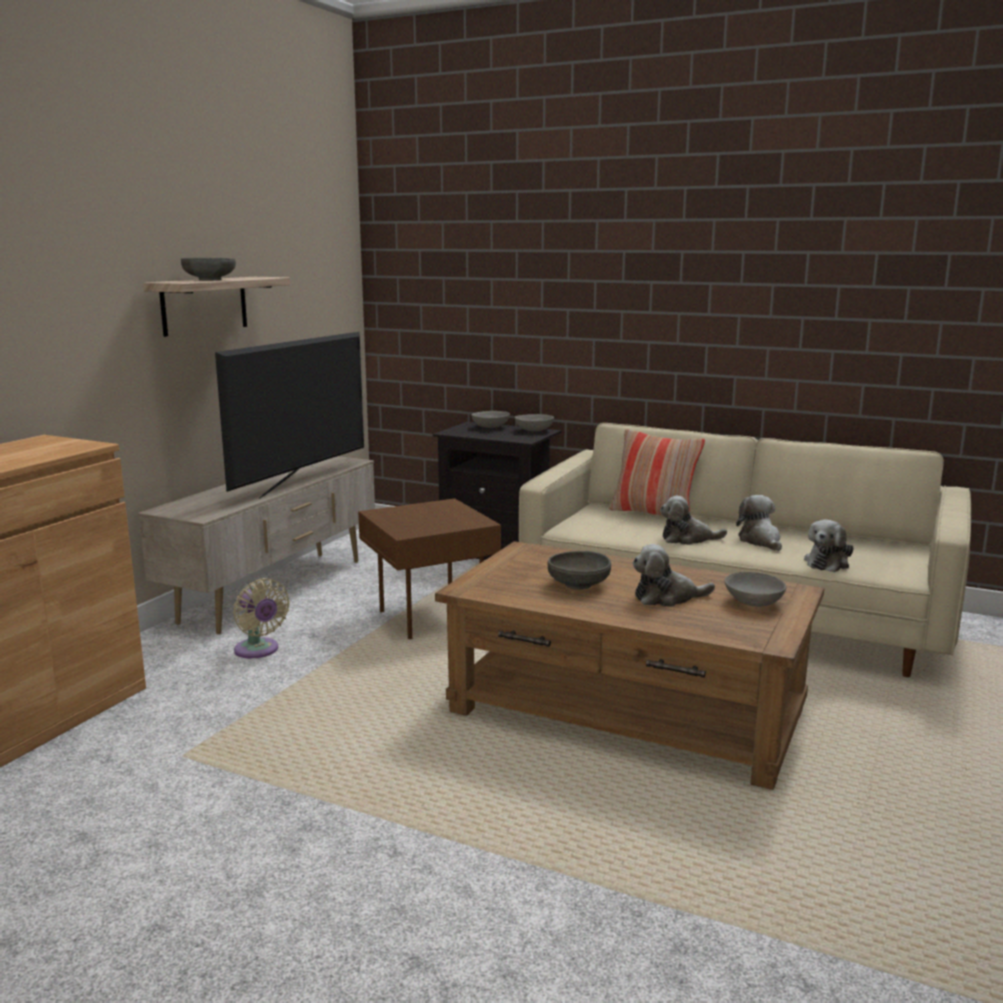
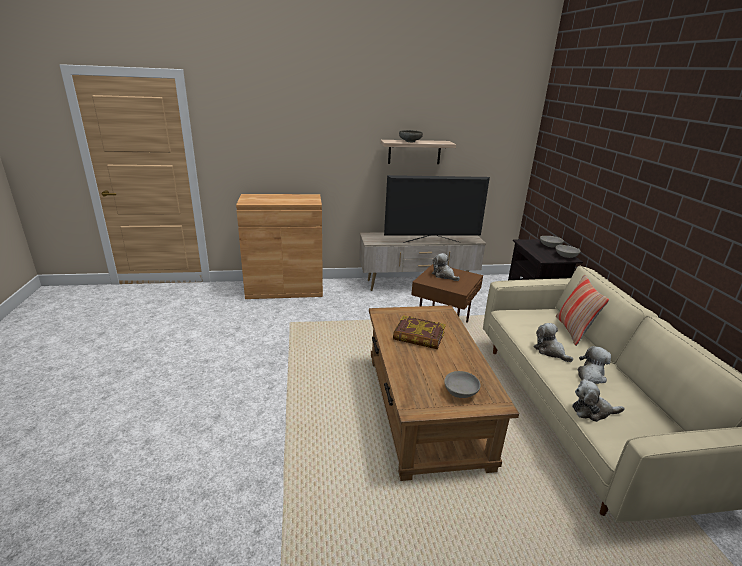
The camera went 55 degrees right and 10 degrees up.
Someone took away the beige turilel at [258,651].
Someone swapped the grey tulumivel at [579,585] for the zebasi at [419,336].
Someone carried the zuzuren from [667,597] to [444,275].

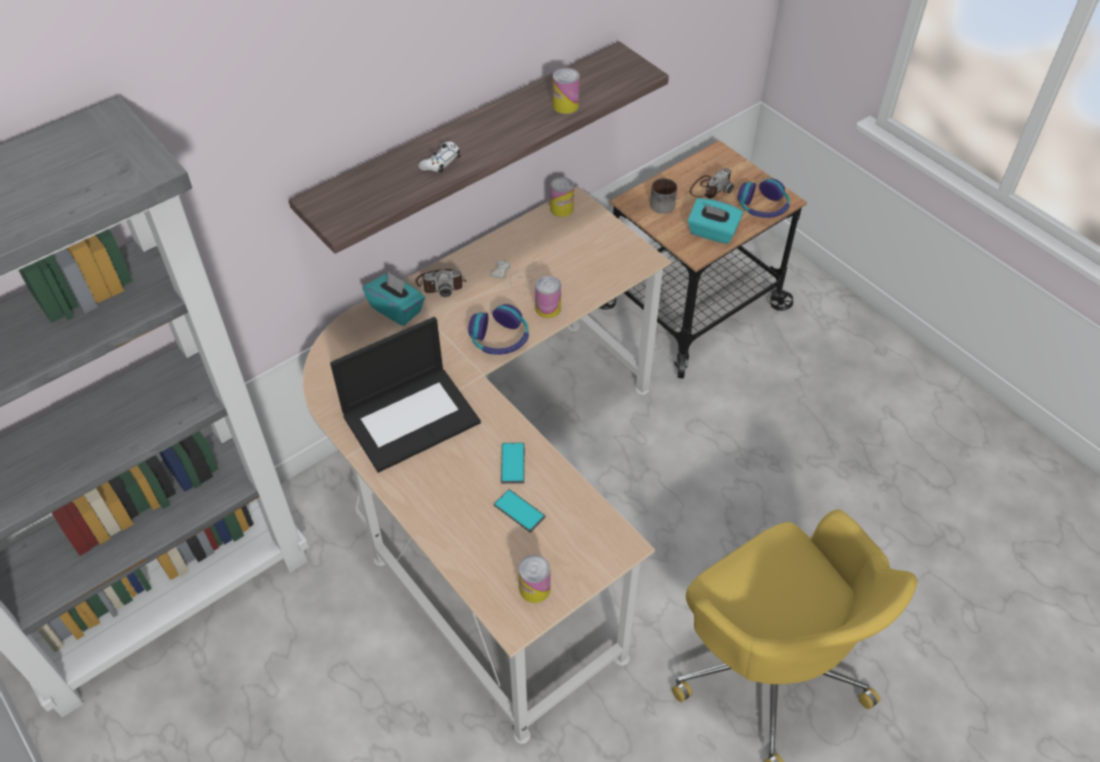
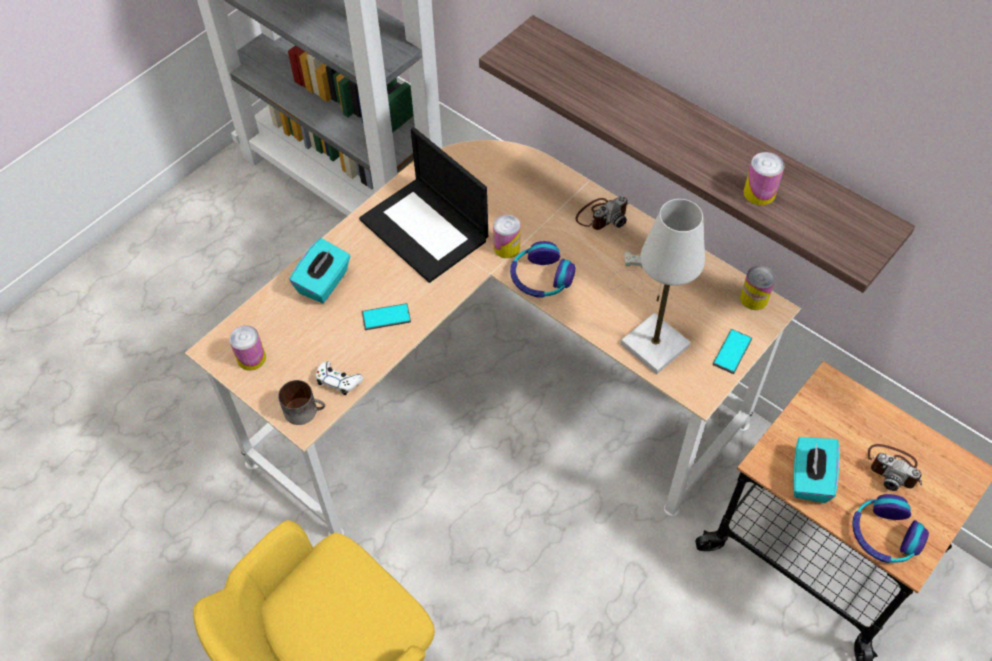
The camera went 80 degrees right and 5 degrees up.
Someone carried the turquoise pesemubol from [397,309] to [324,283].
Someone rotated the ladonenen at [441,283] by 105 degrees counterclockwise.
Someone carried the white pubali from [440,162] to [338,380].
Someone carried the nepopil from [519,511] to [732,352].
Someone carried the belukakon from [548,308] to [507,247].
Someone carried the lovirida from [662,202] to [305,410].
Someone put down the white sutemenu at [654,345].

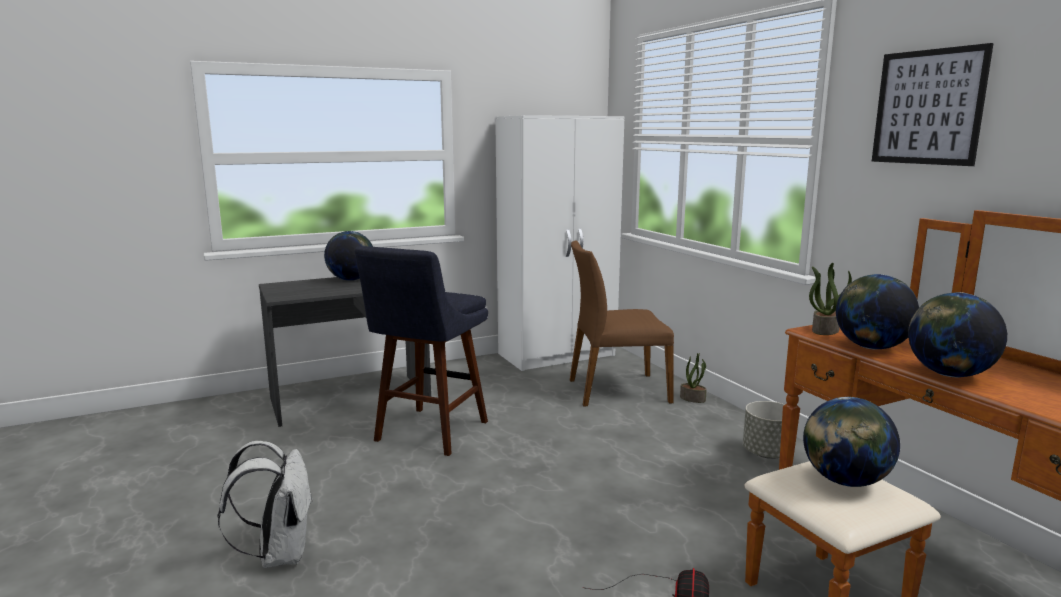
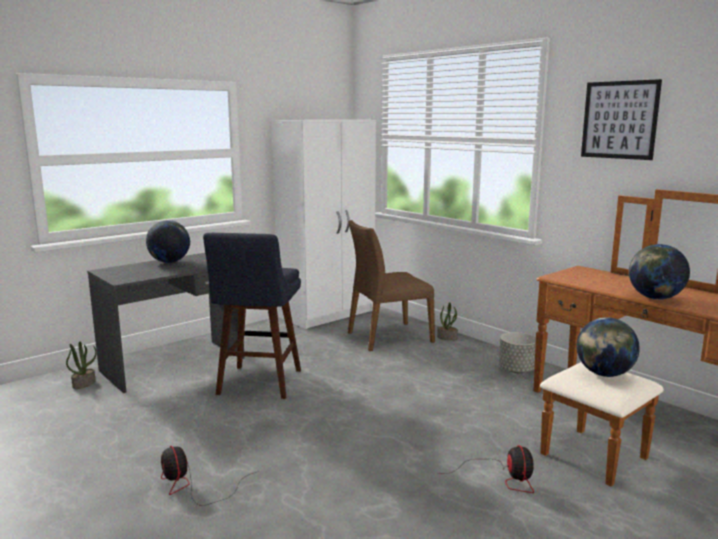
The camera went 15 degrees left and 0 degrees up.
Someone swapped the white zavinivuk at [279,554] for the turilel at [192,487].
Someone carried the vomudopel from [825,330] to [84,384].
Someone took away the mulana at [871,347].

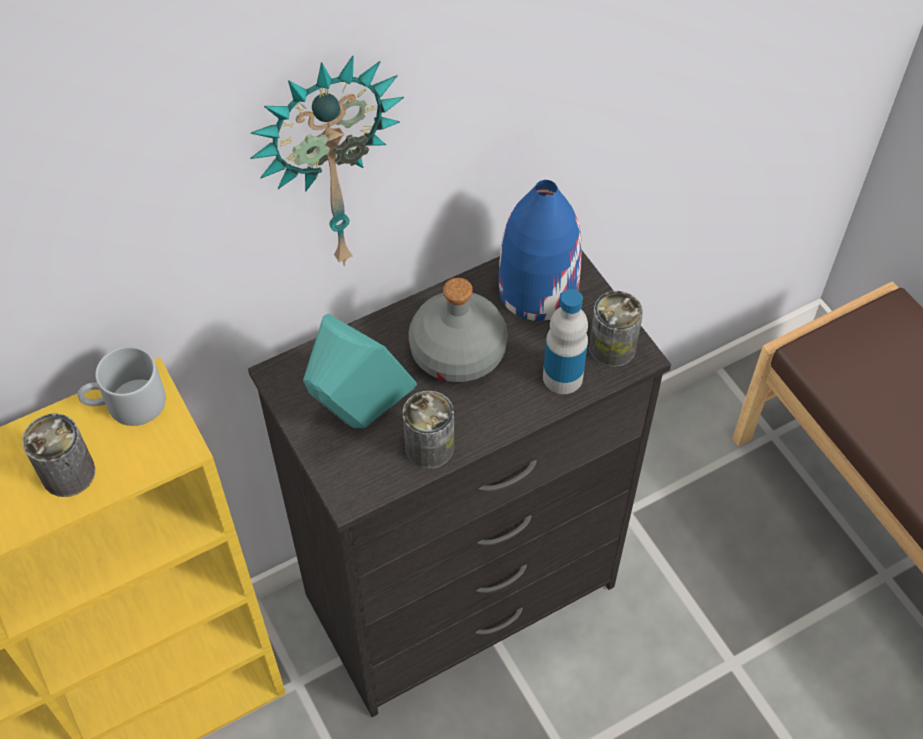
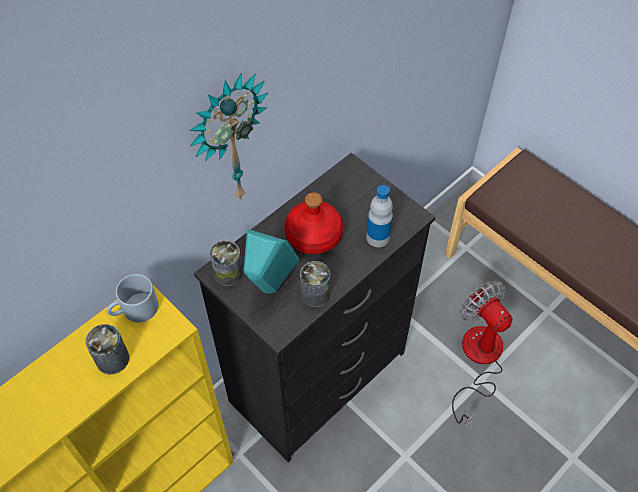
The camera went 15 degrees left and 0 degrees up.
Someone repainted the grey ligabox at [457,352], which became the red ligabox at [313,236].
Someone took away the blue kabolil at [537,290].
Someone carried the belukakon from [612,347] to [228,273].
Someone put down the turilel at [478,359].

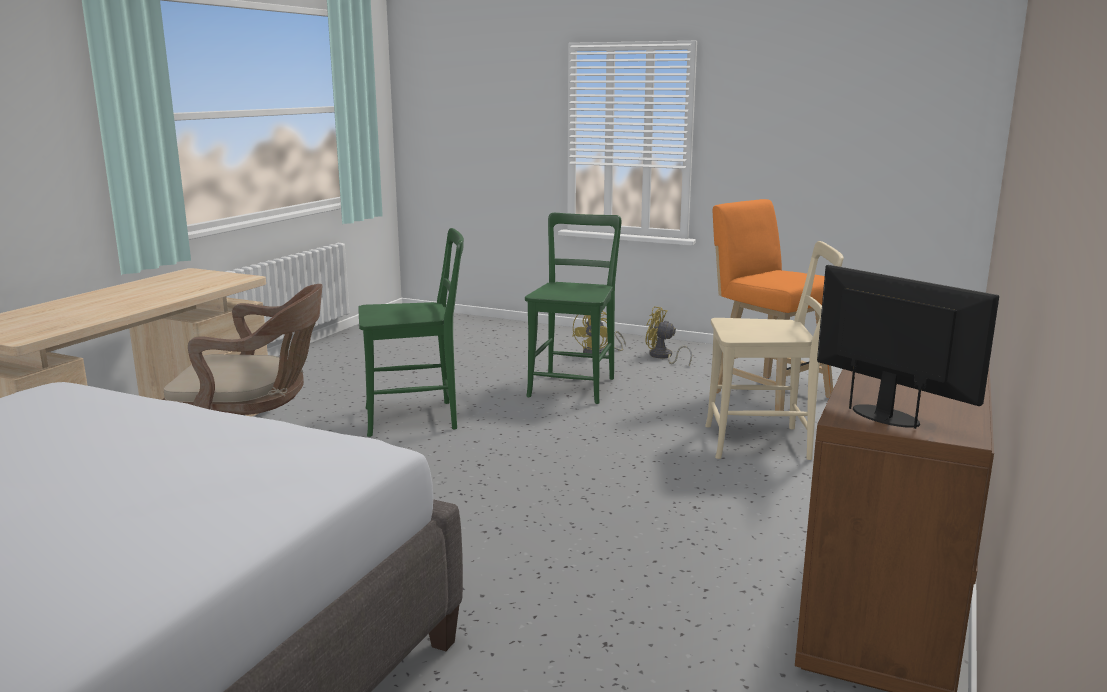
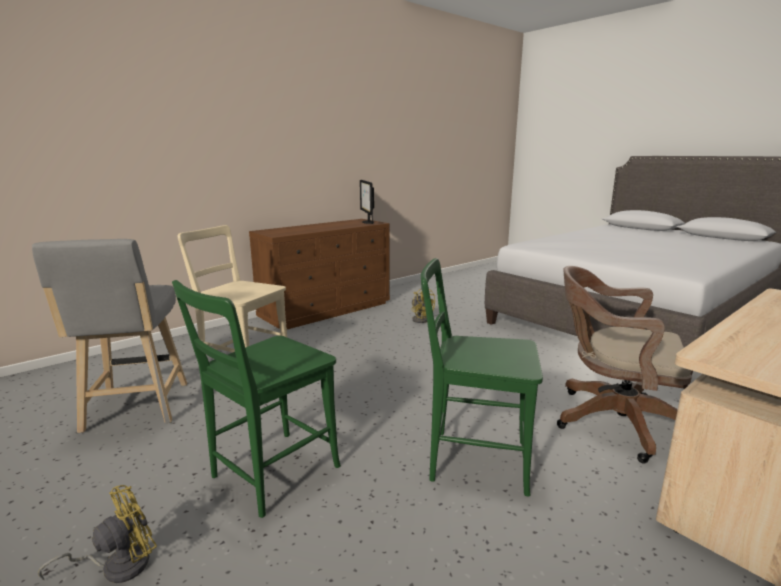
The camera went 155 degrees left and 0 degrees up.
Someone carried the yellow turilel from [663,357] to [420,319].
Someone repainted the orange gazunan at [767,393], which became the grey gazunan at [135,410].

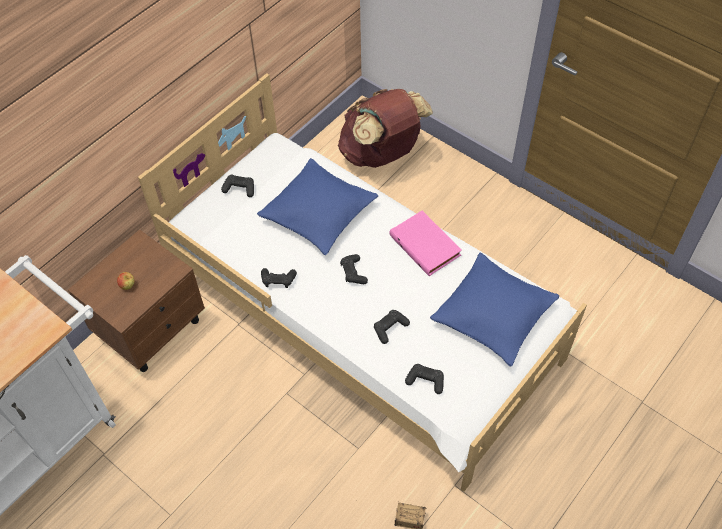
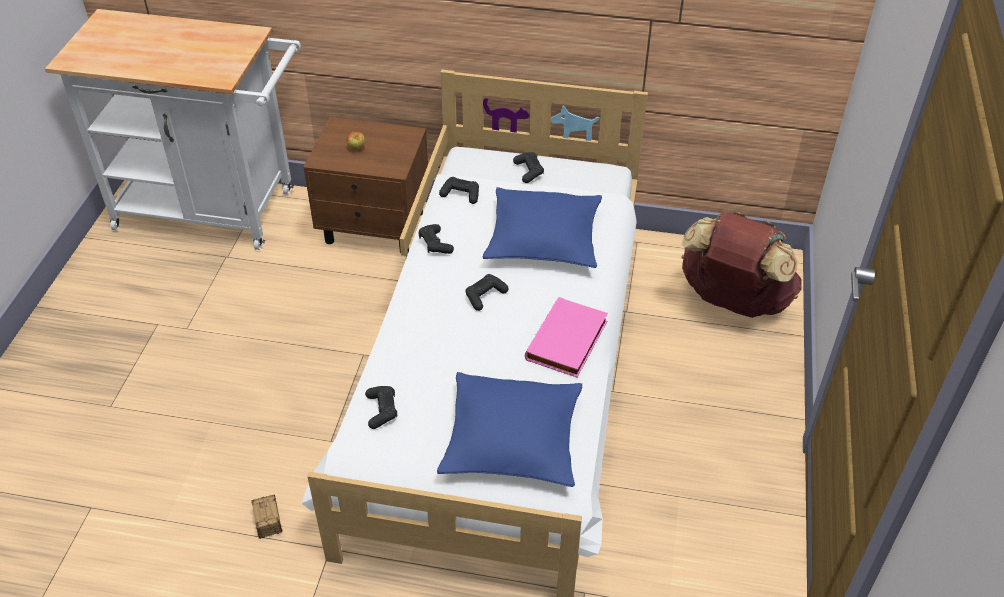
The camera went 60 degrees right and 10 degrees down.
Someone carried the black pubali from [390,328] to [461,195].

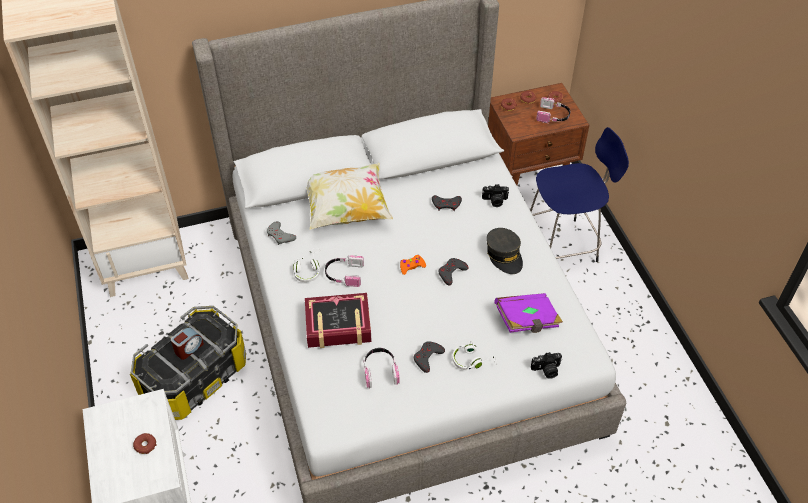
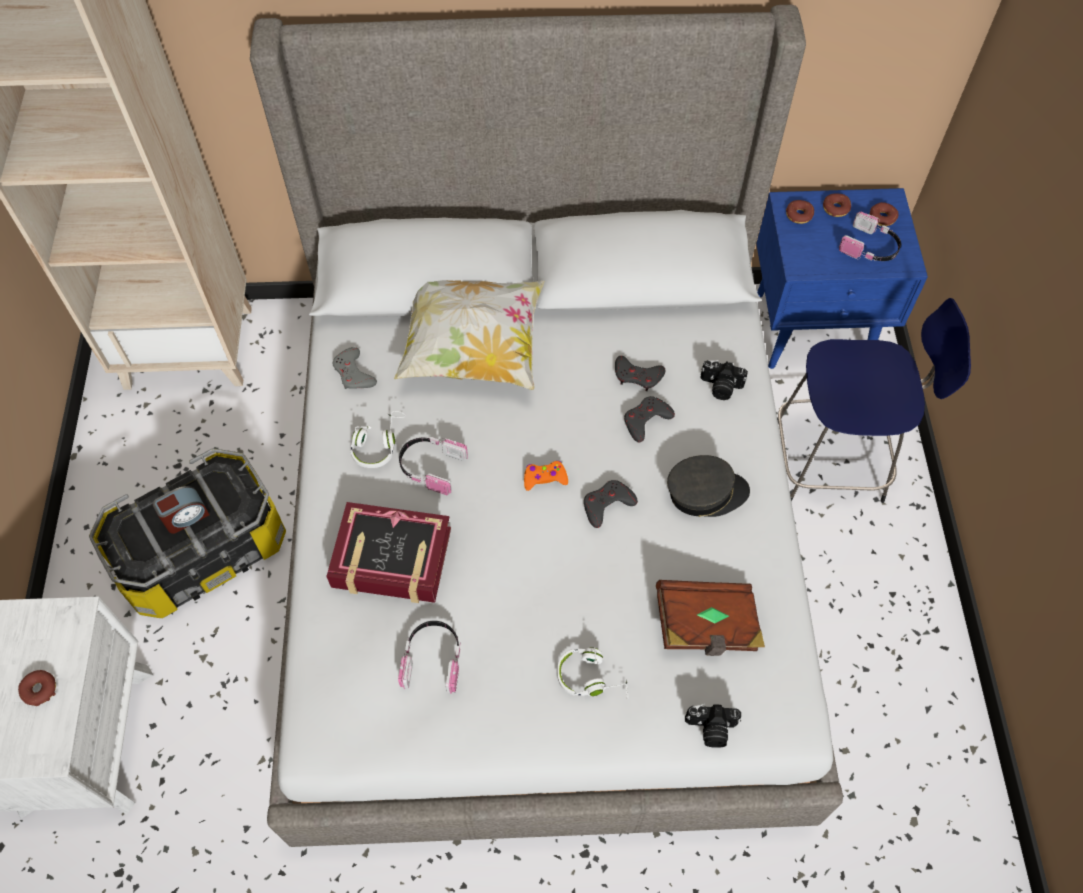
The camera went 15 degrees right and 10 degrees up.
Someone carried the grey pubali from [427,357] to [646,420].
Someone rotated the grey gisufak at [504,255] by 90 degrees counterclockwise.
Someone repainted the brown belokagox at [529,177], which became the blue belokagox at [814,329].
Someone repainted the purple zebasi at [527,321], which became the brown zebasi at [706,626].

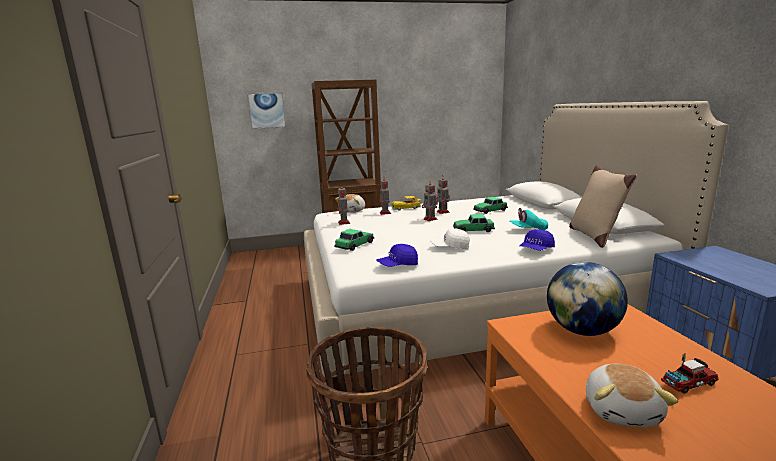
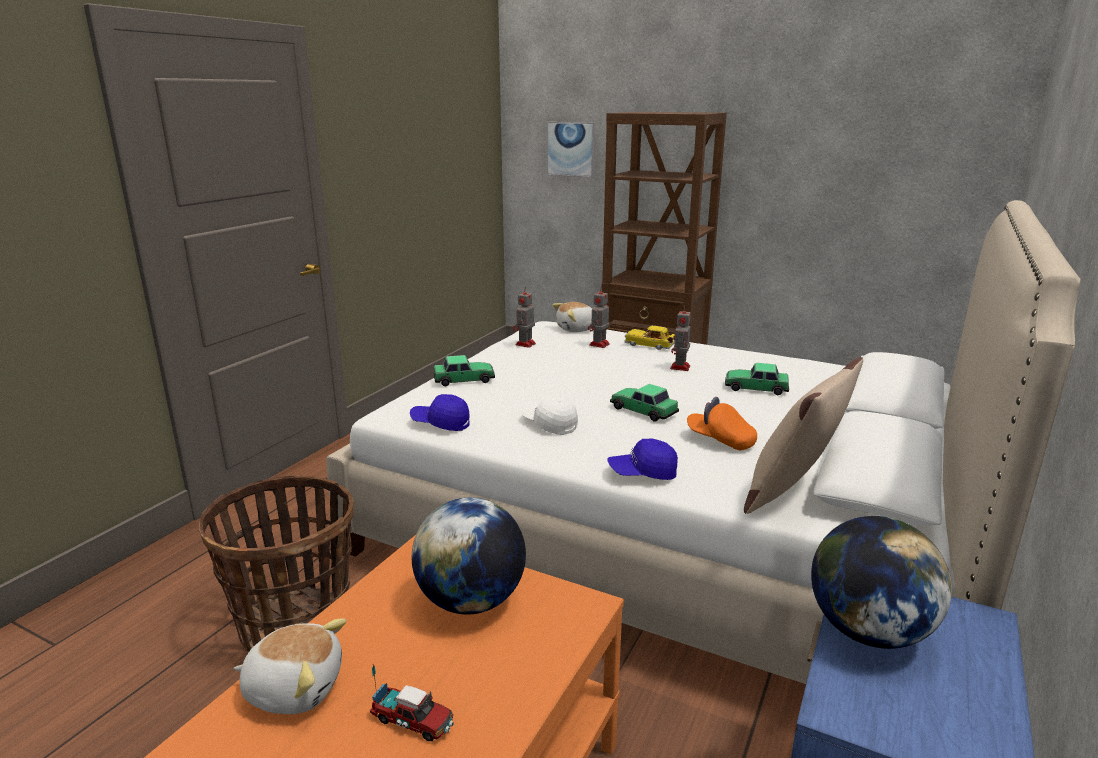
The camera went 40 degrees right and 5 degrees up.
Someone took away the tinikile at [430,219].
Someone repainted the turquoise gisufak at [528,230], which became the orange gisufak at [720,440].
Someone rotated the zuzuren at [622,410] by 135 degrees counterclockwise.
Someone put down the mulana at [868,631].

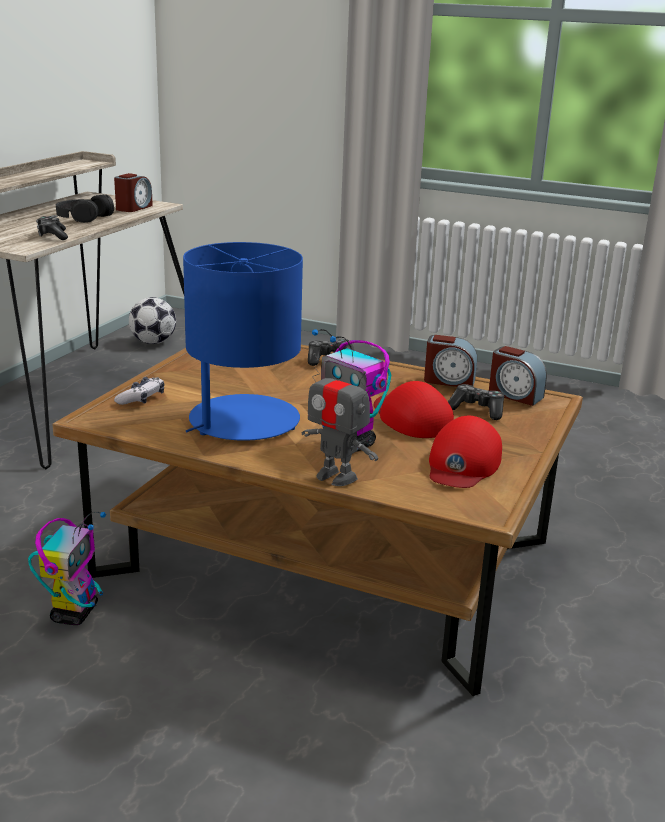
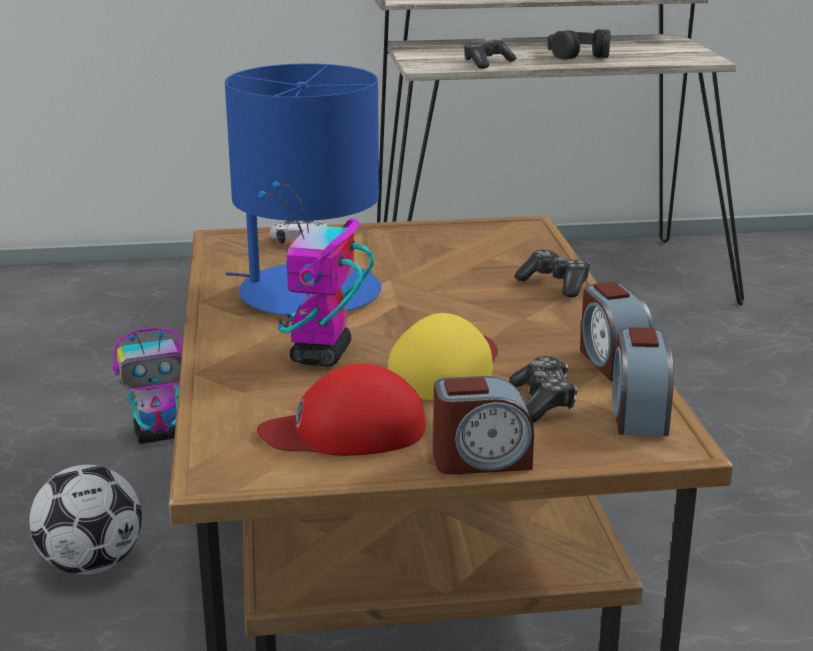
The camera went 60 degrees right and 0 degrees up.
Someone carried the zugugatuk from [133,208] to [481,460].
Someone carried the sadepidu from [153,342] to [91,564].
Someone took away the tinikile at [336,476].
Someone repainted the red gisufak at [411,418], which became the yellow gisufak at [446,369].

